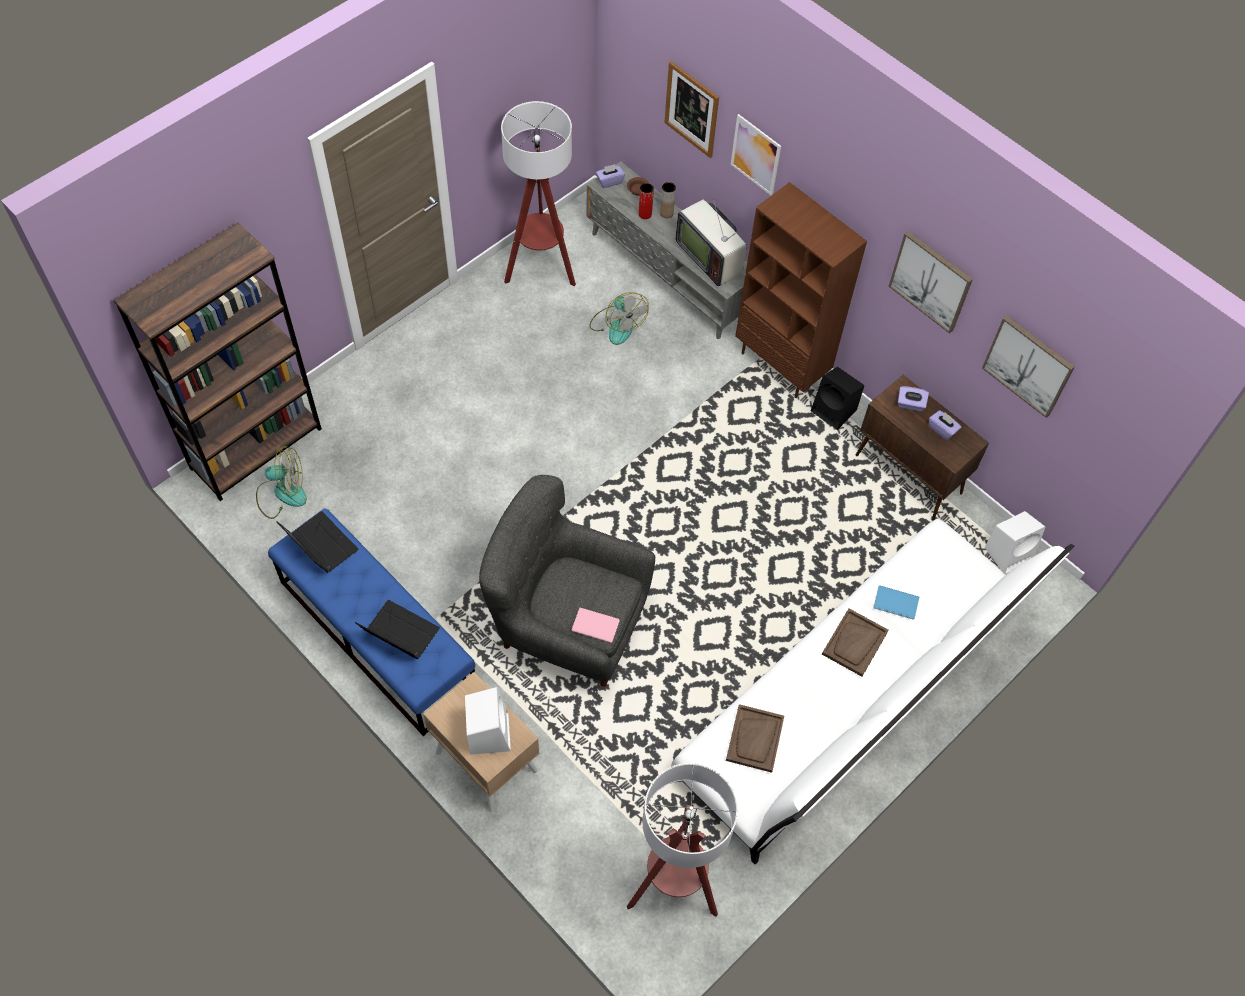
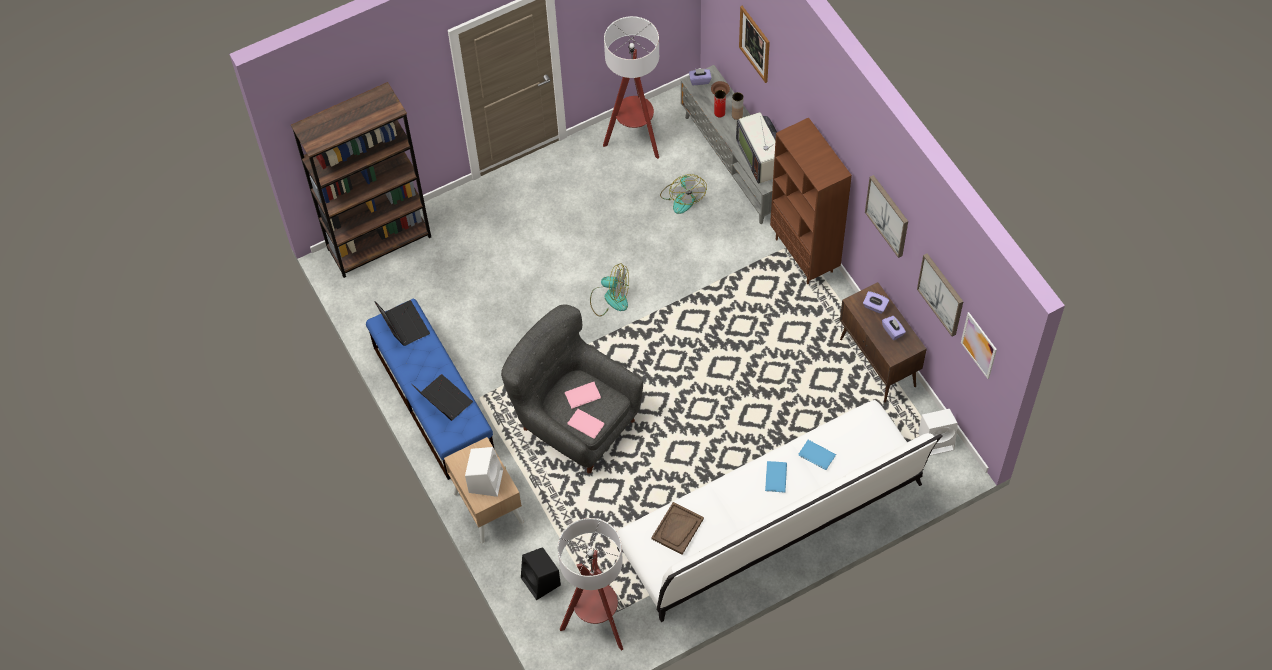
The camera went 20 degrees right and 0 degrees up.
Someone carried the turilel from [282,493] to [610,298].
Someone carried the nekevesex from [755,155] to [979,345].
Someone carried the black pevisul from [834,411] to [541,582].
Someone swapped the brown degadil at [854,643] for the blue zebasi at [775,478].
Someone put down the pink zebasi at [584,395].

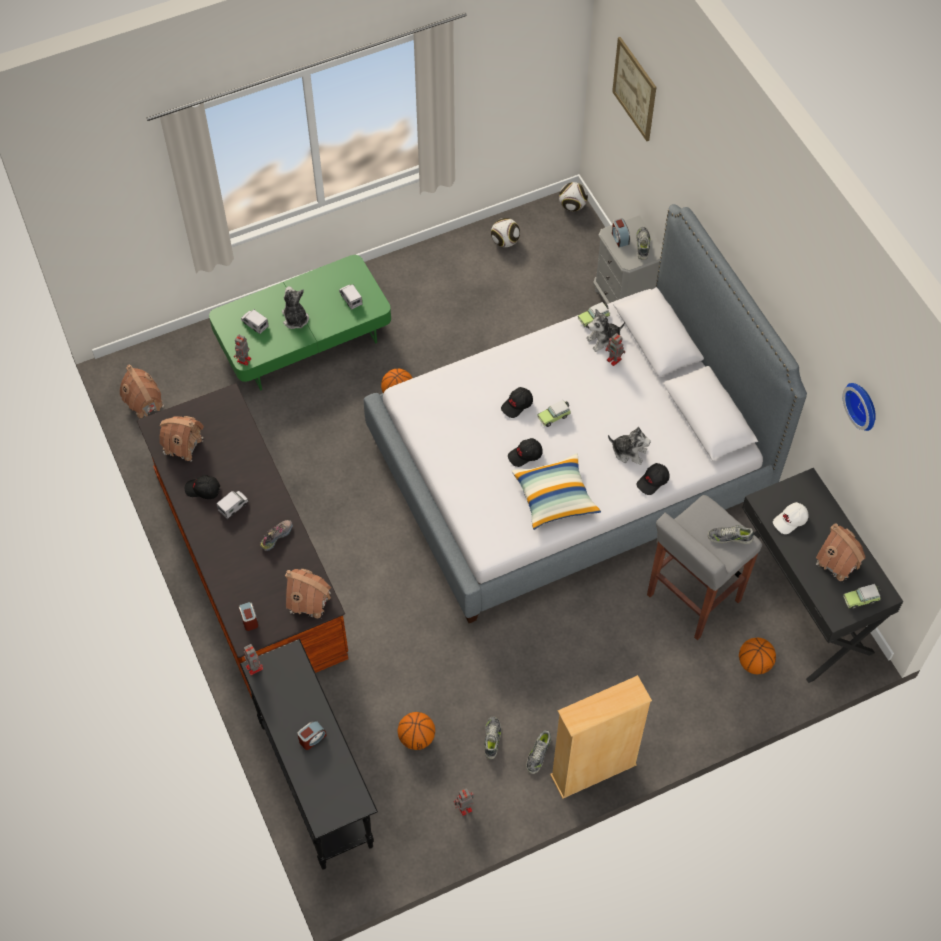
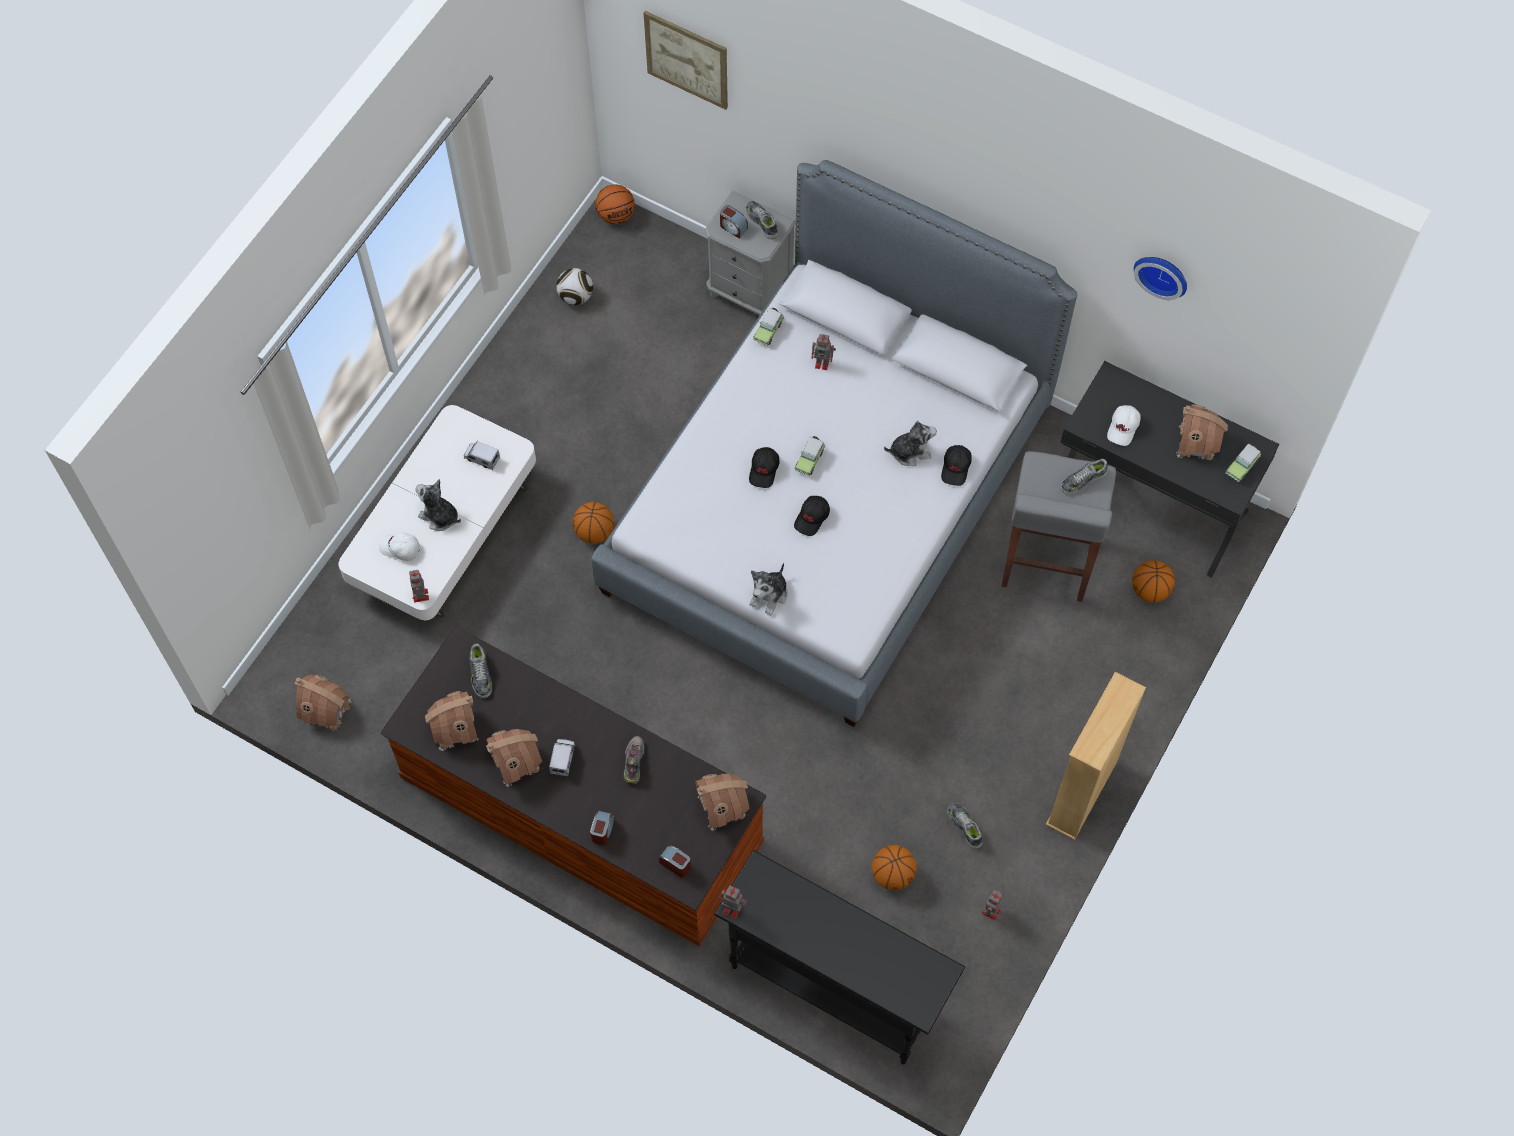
The camera went 35 degrees left and 5 degrees up.
Someone swapped the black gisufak at [203,490] for the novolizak at [516,762].
Someone repainted the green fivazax at [304,339], which became the white fivazax at [444,533].
Someone swapped the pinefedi at [255,324] for the white gisufak at [400,548].
Someone carried the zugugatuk from [312,738] to [602,830].
Someone took away the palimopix at [555,498].
Someone carried the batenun from [538,754] to [480,674].
Someone swapped the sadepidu at [572,206] for the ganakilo at [616,216].
Someone carried the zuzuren from [604,340] to [769,595].

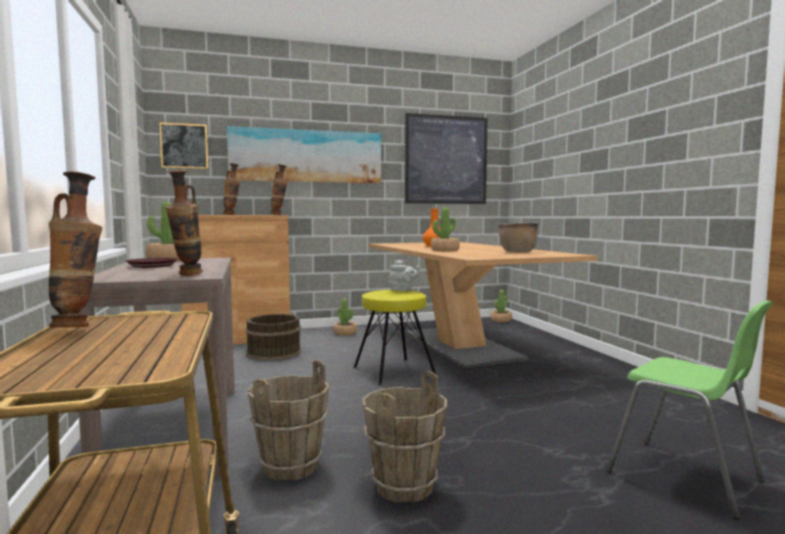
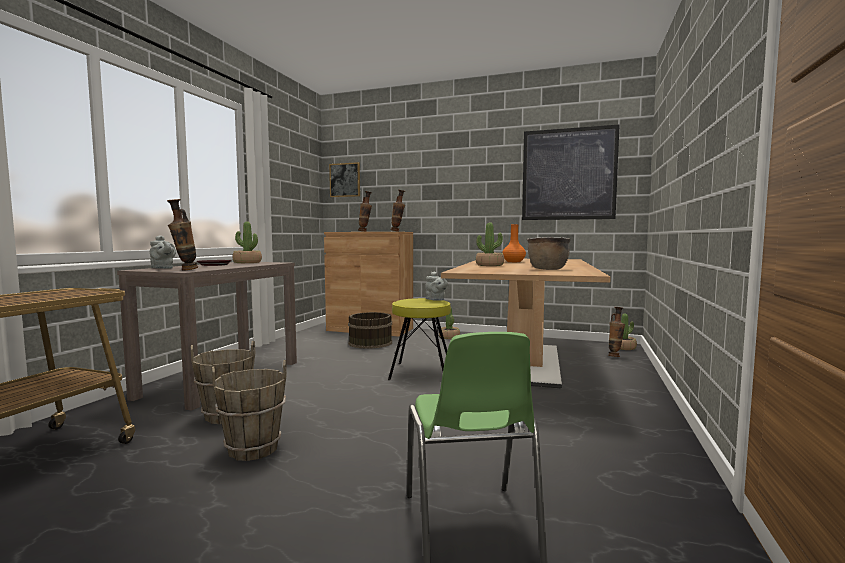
The camera went 35 degrees right and 0 degrees up.
Someone carried the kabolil from [78,327] to [615,356].
Someone took away the nekevesex at [306,156].
Someone put down the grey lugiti at [162,268].

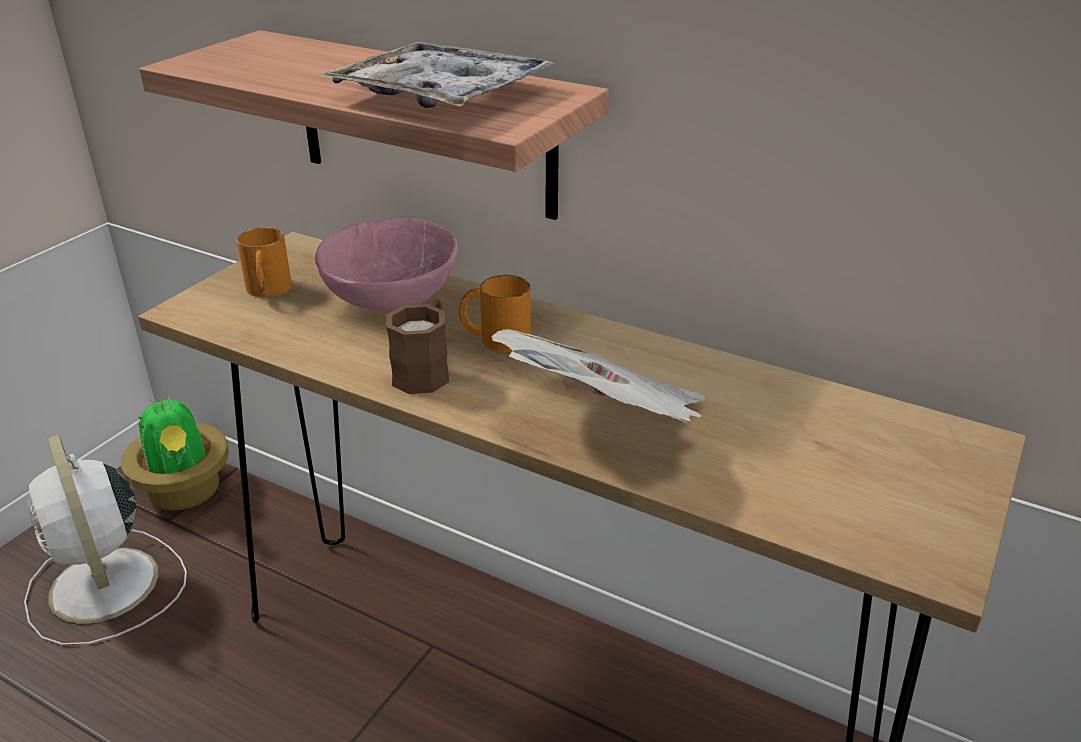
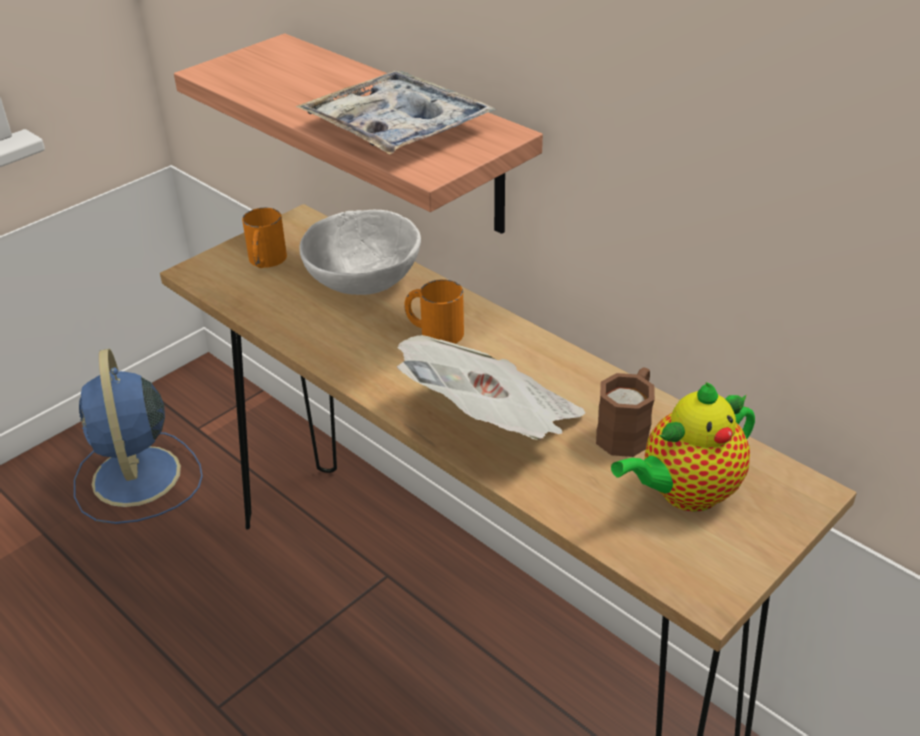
The camera went 15 degrees right and 5 degrees up.
Someone repainted the white turilel at [105,588], which became the blue turilel at [137,479].
Someone took away the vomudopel at [185,492].
Someone repainted the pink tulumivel at [392,295], which became the white tulumivel at [364,278].
Someone carried the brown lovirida from [425,370] to [627,431].
Someone put down the lugiti at [684,493].

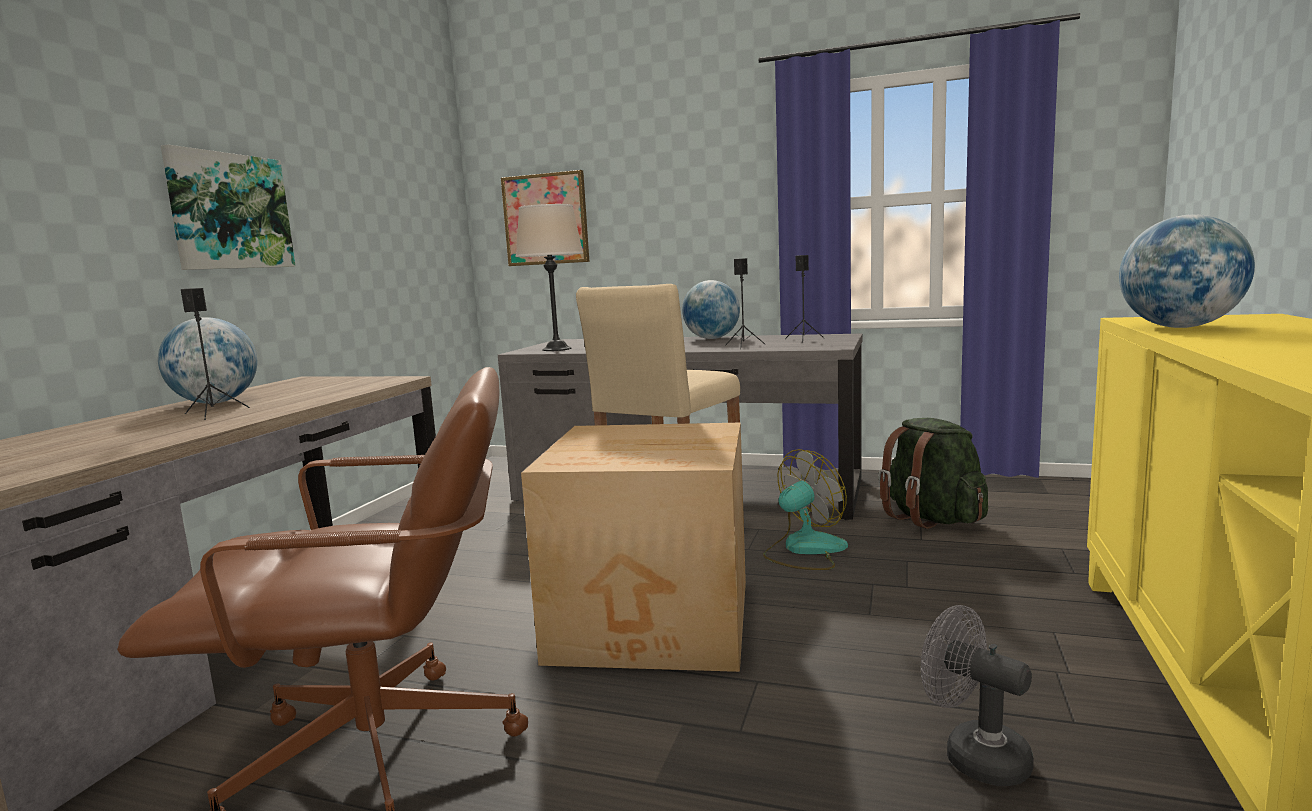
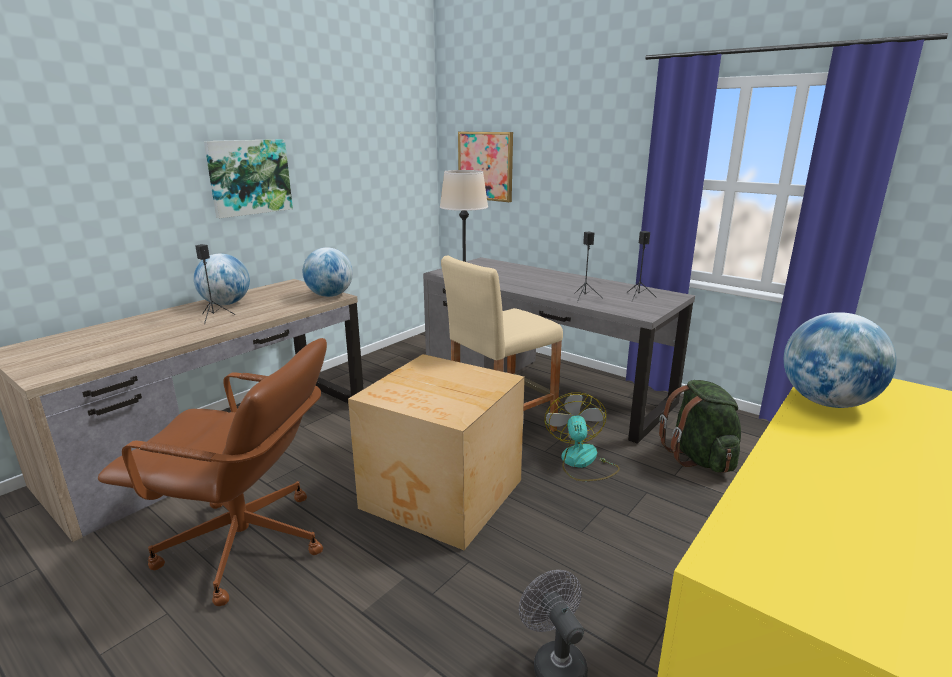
The camera went 20 degrees right and 10 degrees up.
Someone carried the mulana from [712,338] to [330,295].
Someone rotated the turilel at [804,550] by 75 degrees counterclockwise.

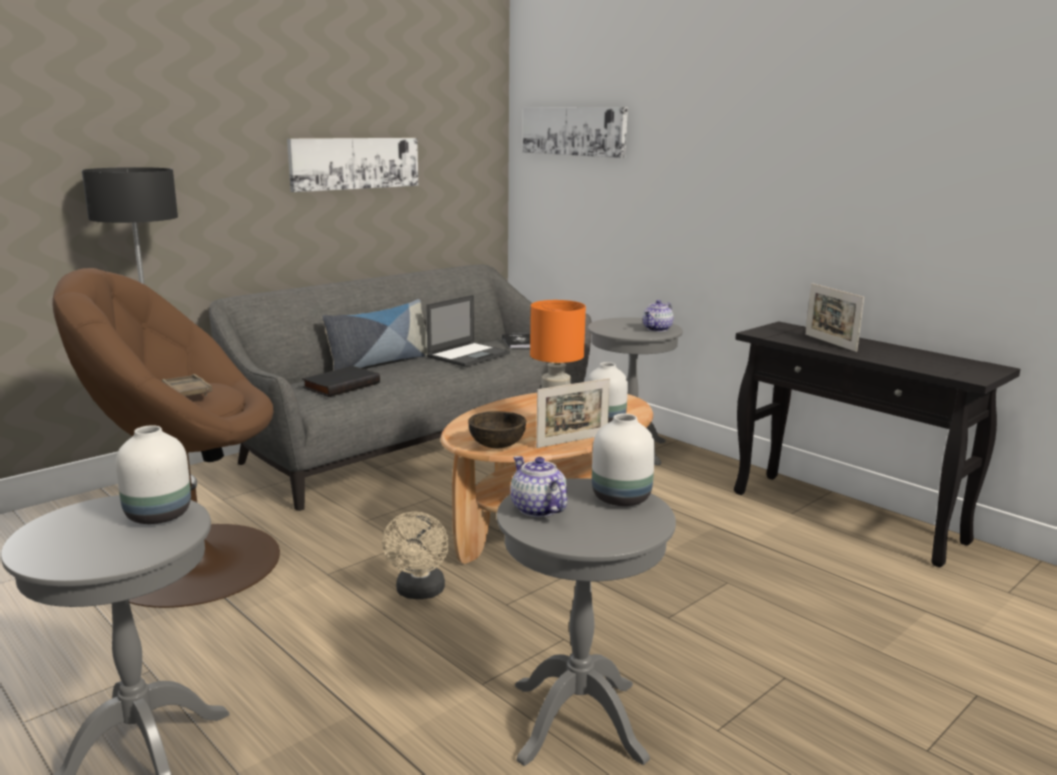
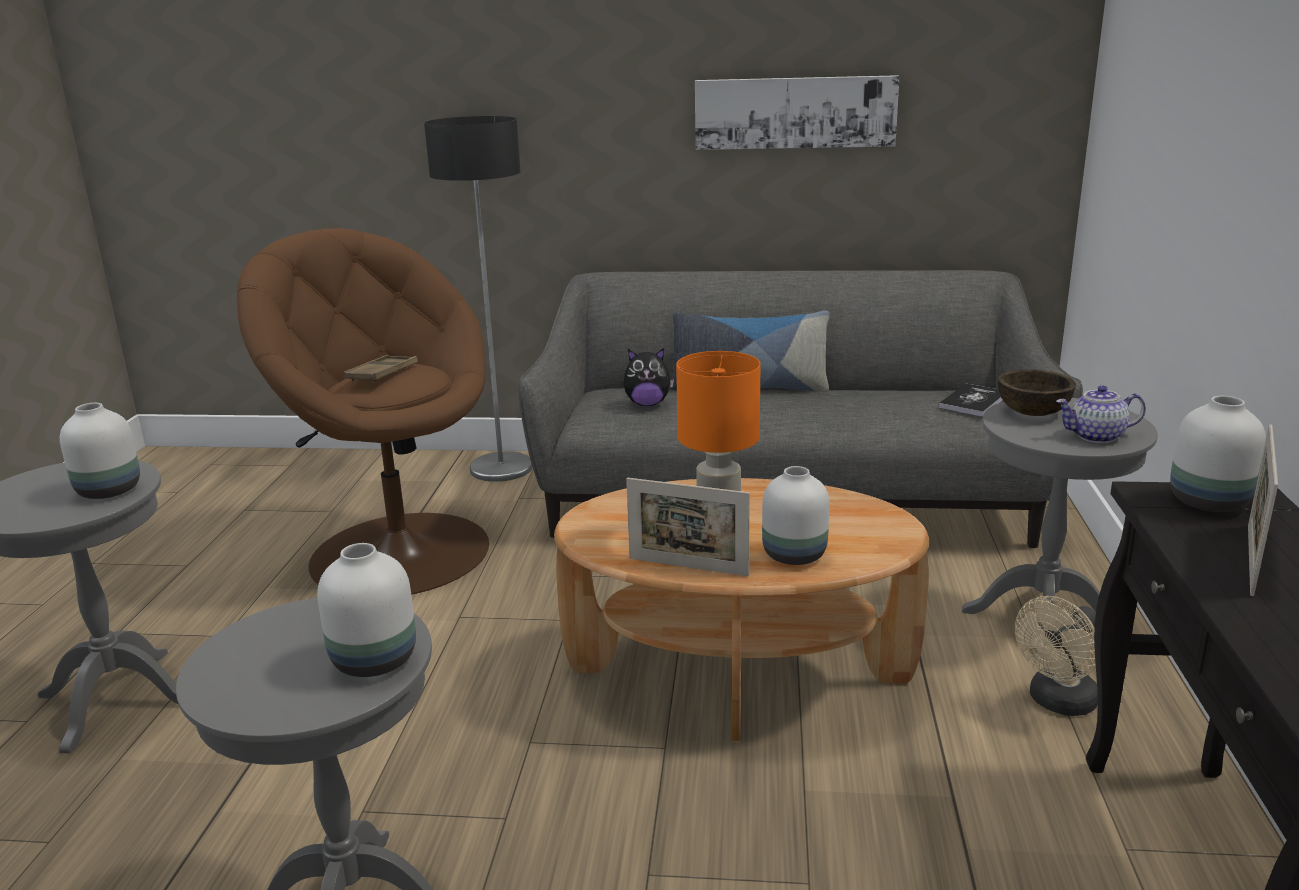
The camera went 50 degrees right and 5 degrees up.
Someone swapped the black zebasi at [341,385] for the zuzuren at [647,404].
Someone carried the beige turilel from [419,592] to [1057,703].
Someone took away the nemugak at [469,355].
Someone carried the brown tulumivel from [497,445] to [1033,412].
Someone took away the lugiti at [537,509].
Someone took away the nekevesex at [574,131].
Someone put down the white kabolil at [1210,503].

